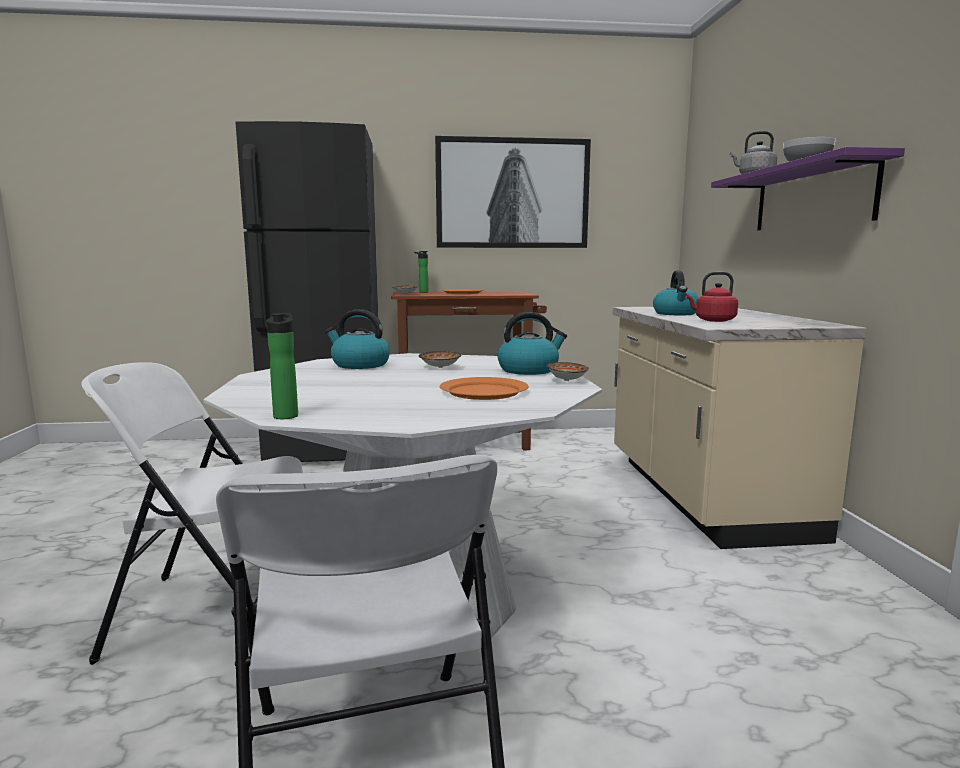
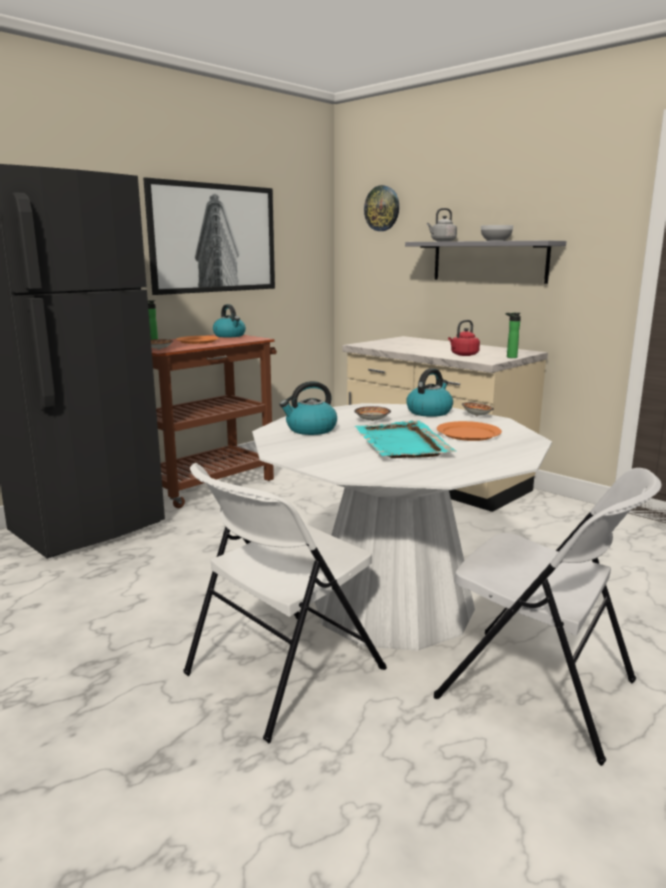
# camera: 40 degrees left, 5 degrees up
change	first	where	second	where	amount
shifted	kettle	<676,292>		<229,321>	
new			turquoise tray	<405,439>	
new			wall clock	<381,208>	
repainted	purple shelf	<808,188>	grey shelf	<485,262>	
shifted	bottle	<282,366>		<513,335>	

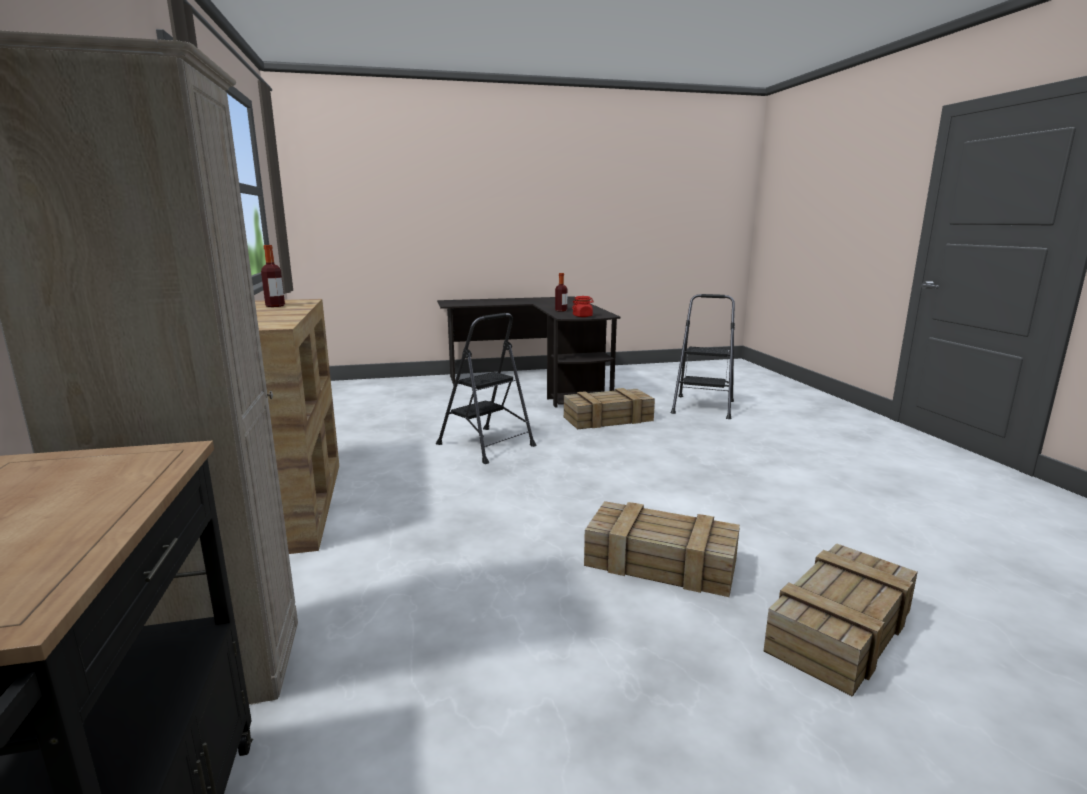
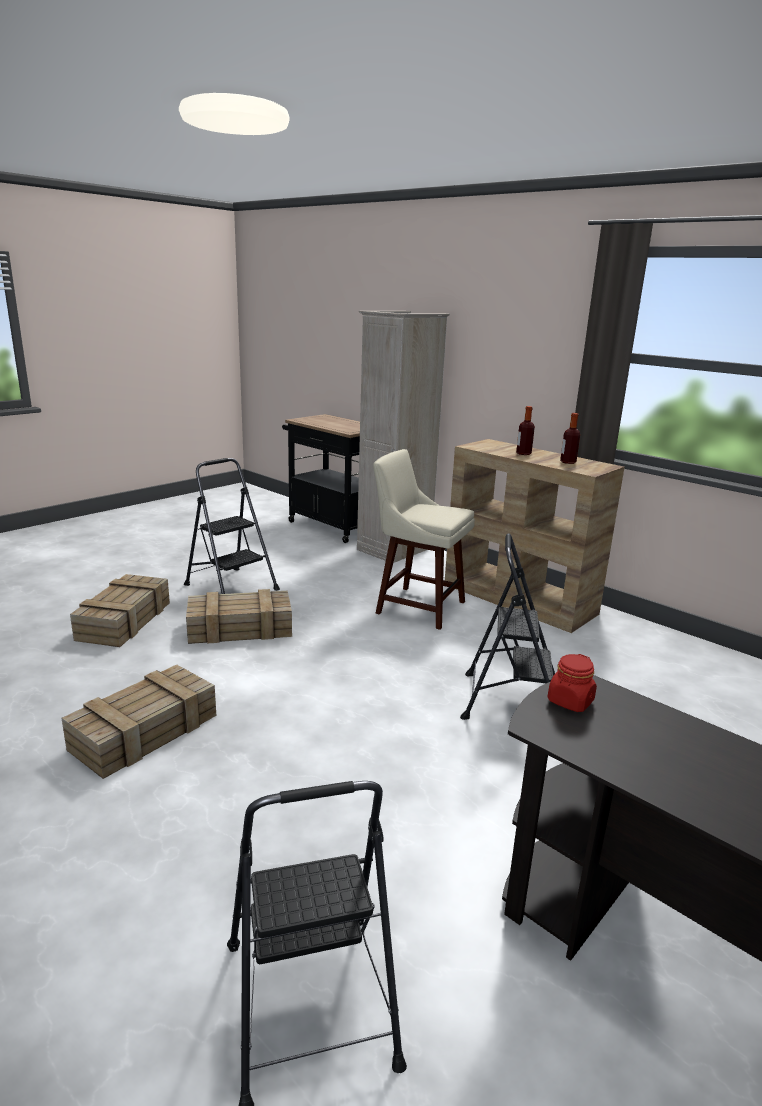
# camera: 145 degrees right, 5 degrees up
change	first	where	second	where	amount
shifted	crate	<609,408>		<139,722>	
new			black step ladder	<232,526>	
new			beige stool	<424,539>	
shifted	bottle	<561,292>		<525,430>	

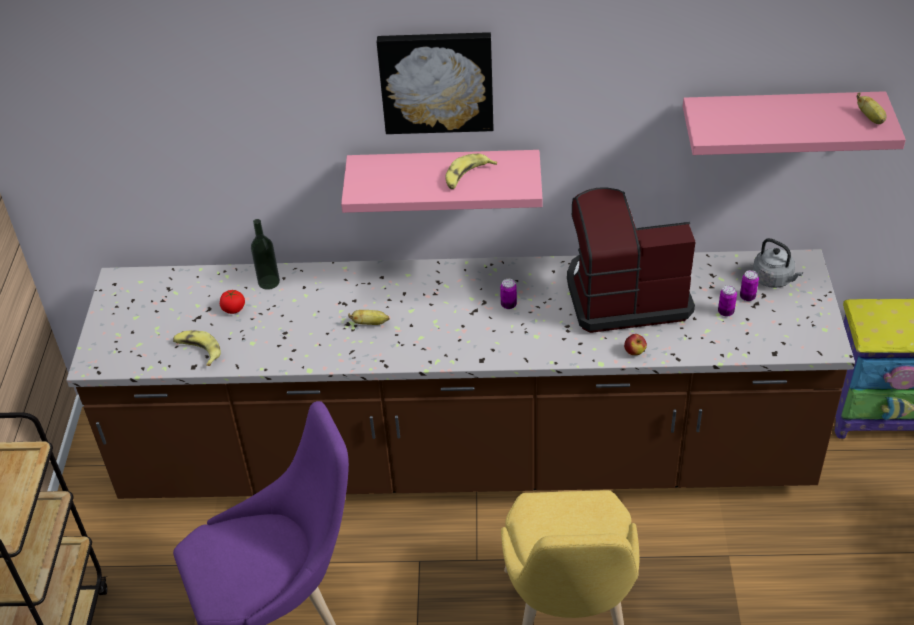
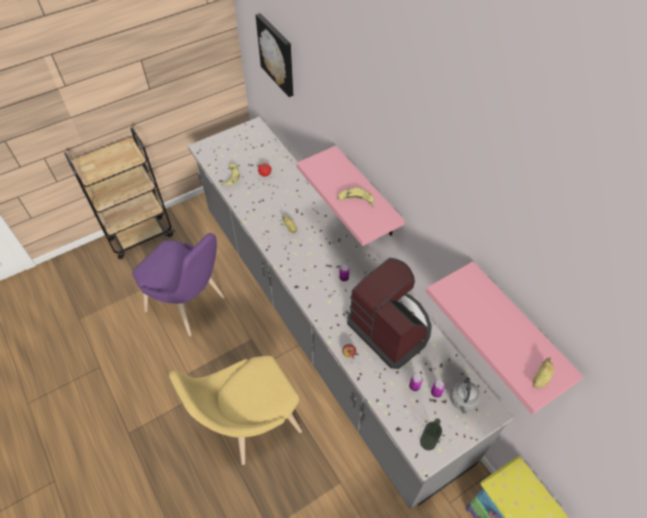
# camera: 55 degrees right, 10 degrees up
change	first	where	second	where	amount
repainted	brown counter	<460,374>	grey counter	<351,313>	
shifted	picture	<435,83>		<274,55>	
shifted	bottle	<265,254>		<431,434>	

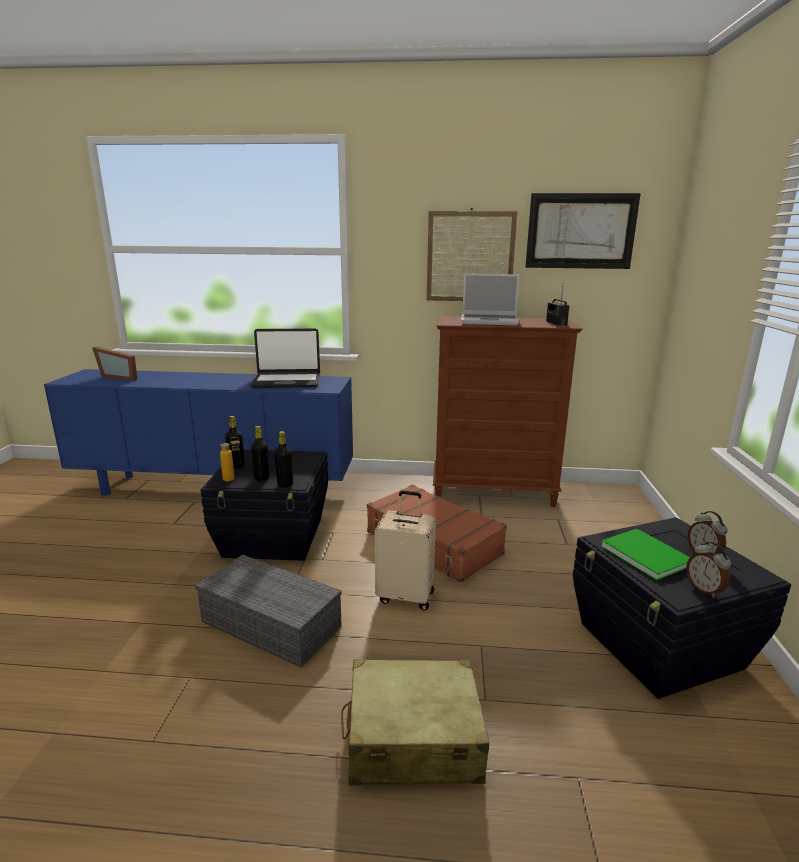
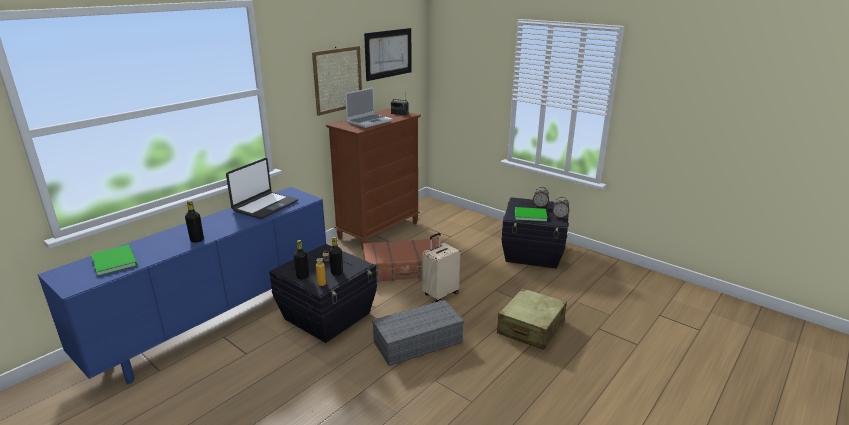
# camera: 55 degrees left, 5 degrees up
change	first	where	second	where	amount
swapped	picture frame	<115,363>	green book	<114,260>	
shifted	black bottle	<283,459>		<194,221>	

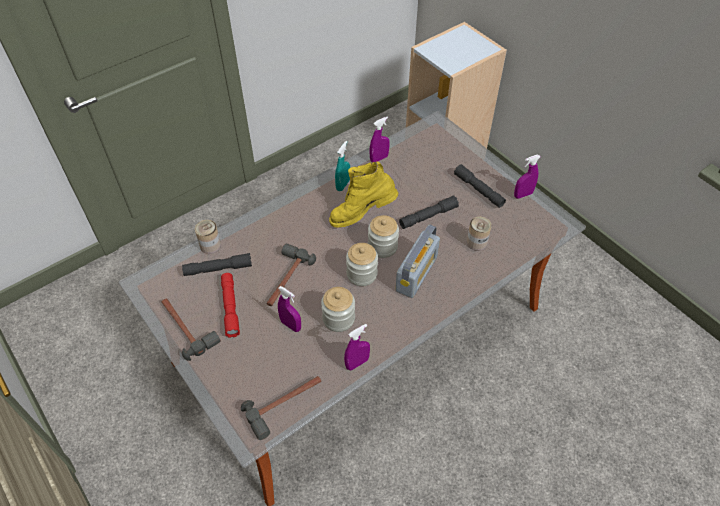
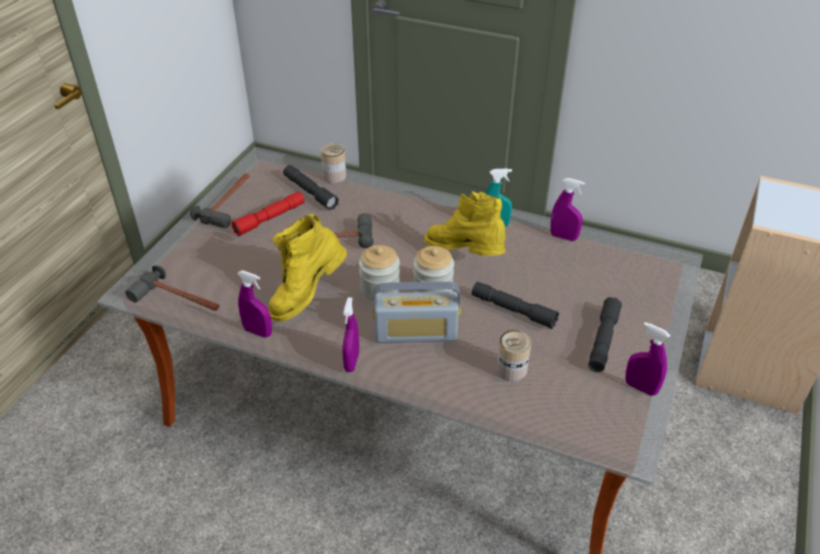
# camera: 60 degrees right, 10 degrees down
change	first	where	second	where	amount
swapped	jar	<338,309>	yellow boot	<308,268>	
shifted	purple spray bottle	<289,309>		<351,334>	

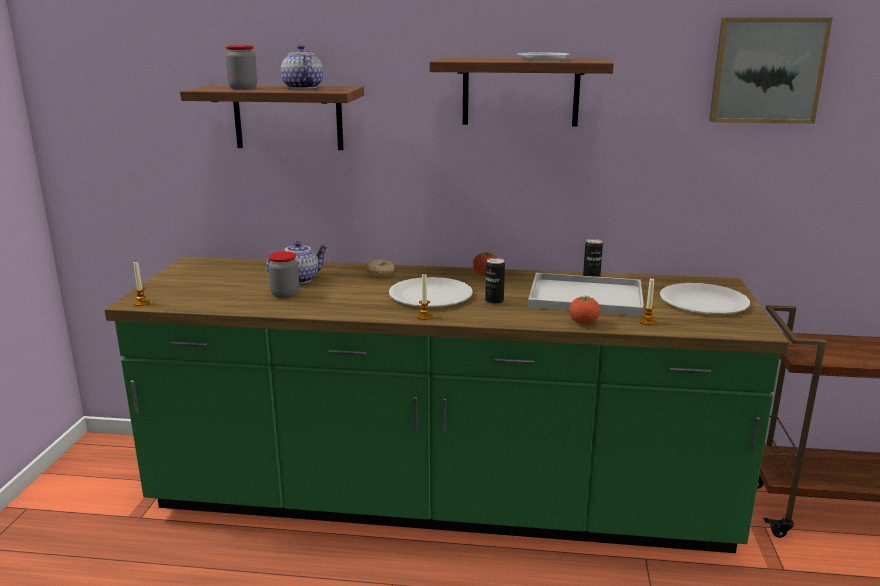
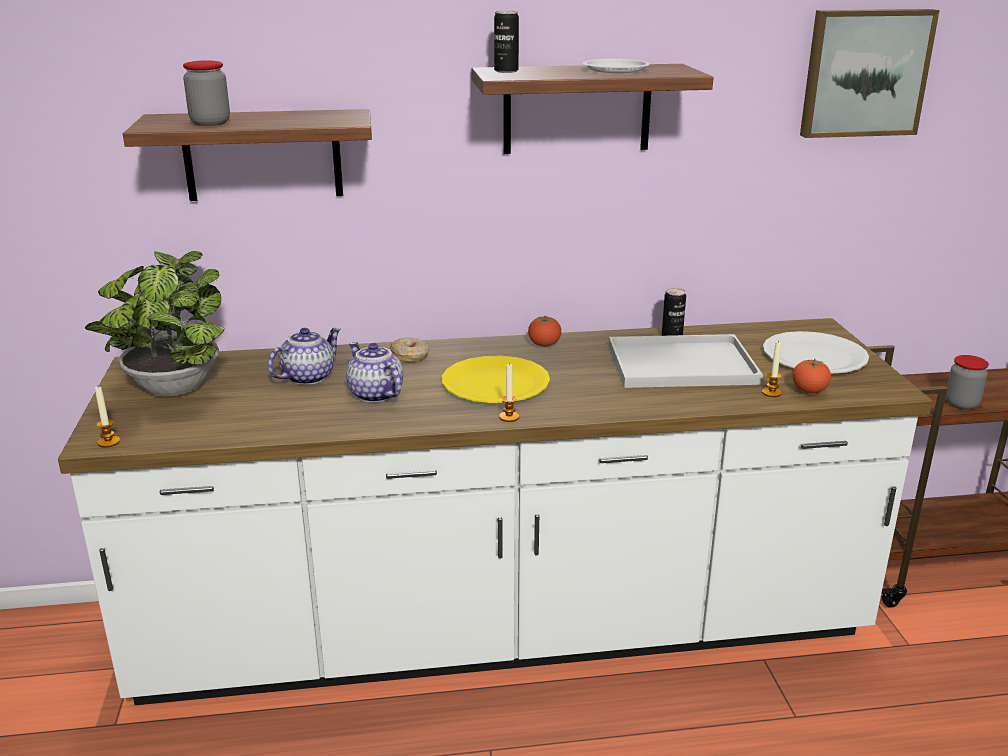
# camera: 15 degrees left, 5 degrees up
change	first	where	second	where	amount
repainted	green counter	<446,405>	white counter	<495,511>	
new			potted plant	<155,323>	
shifted	teapot	<302,67>		<374,372>	
repainted	white plate	<431,292>	yellow plate	<496,379>	
shifted	can	<495,281>		<506,42>	
shifted	tomato	<584,310>		<812,376>	
shifted	jar	<283,274>		<967,382>	

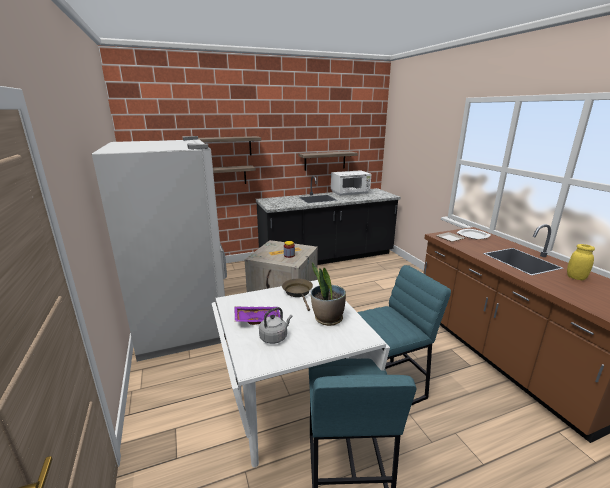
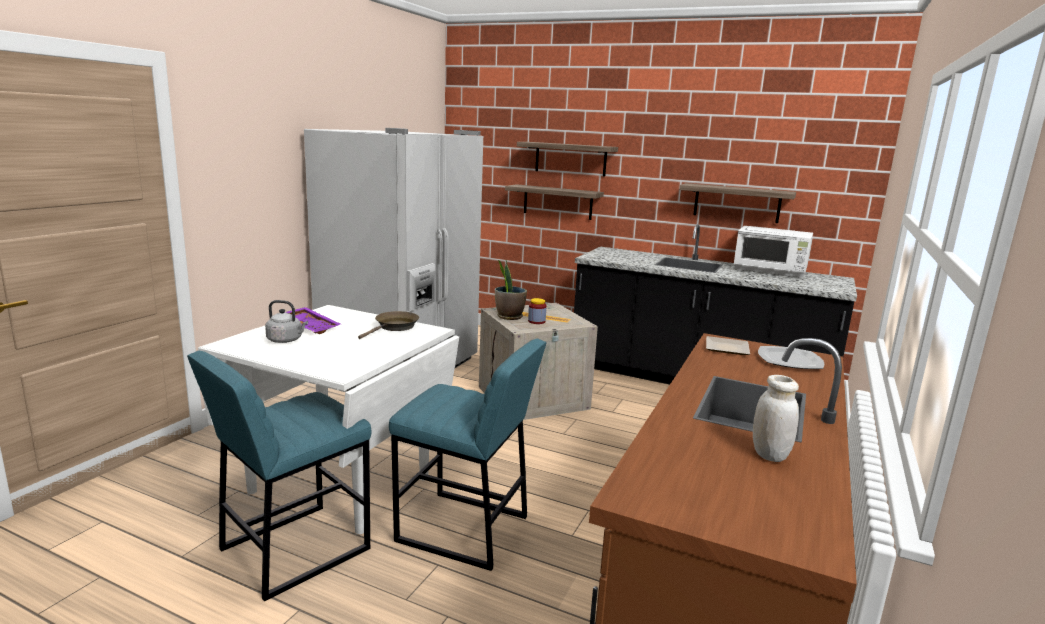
# camera: 45 degrees right, 5 degrees down
change	first	where	second	where	amount
shifted	potted plant	<328,294>		<511,290>	
repainted	yellow jar	<581,262>	white jar	<776,418>	

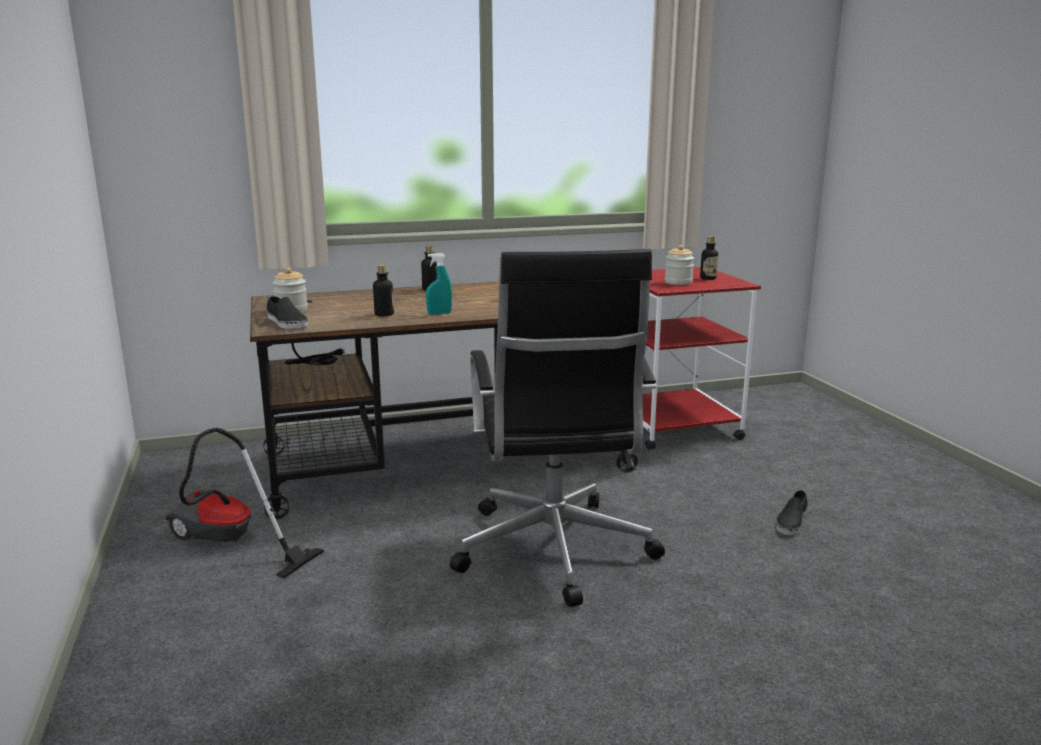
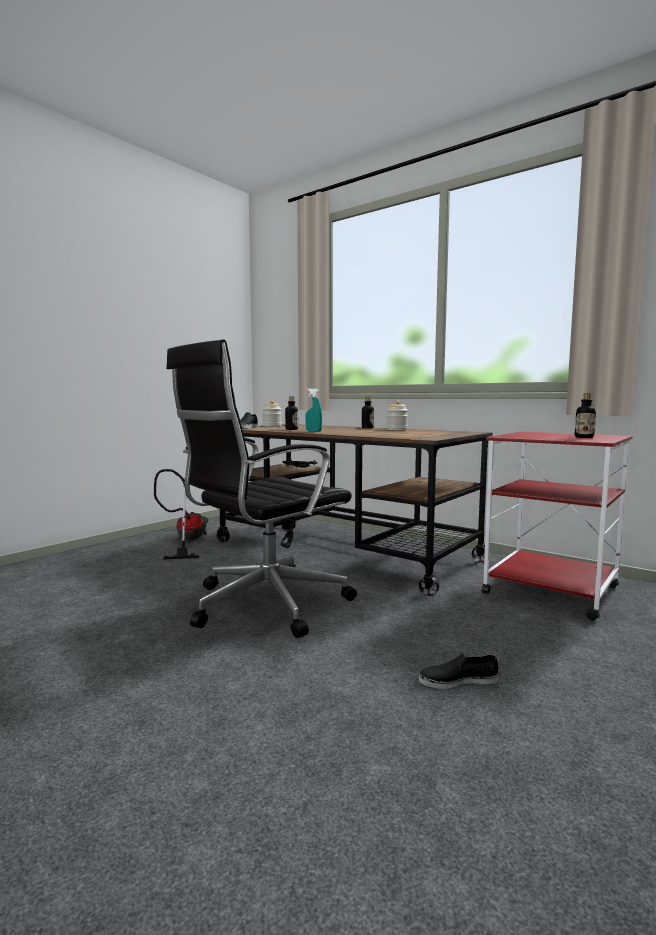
# camera: 55 degrees right, 10 degrees down
change	first	where	second	where	amount
shifted	jar	<679,265>		<397,415>	

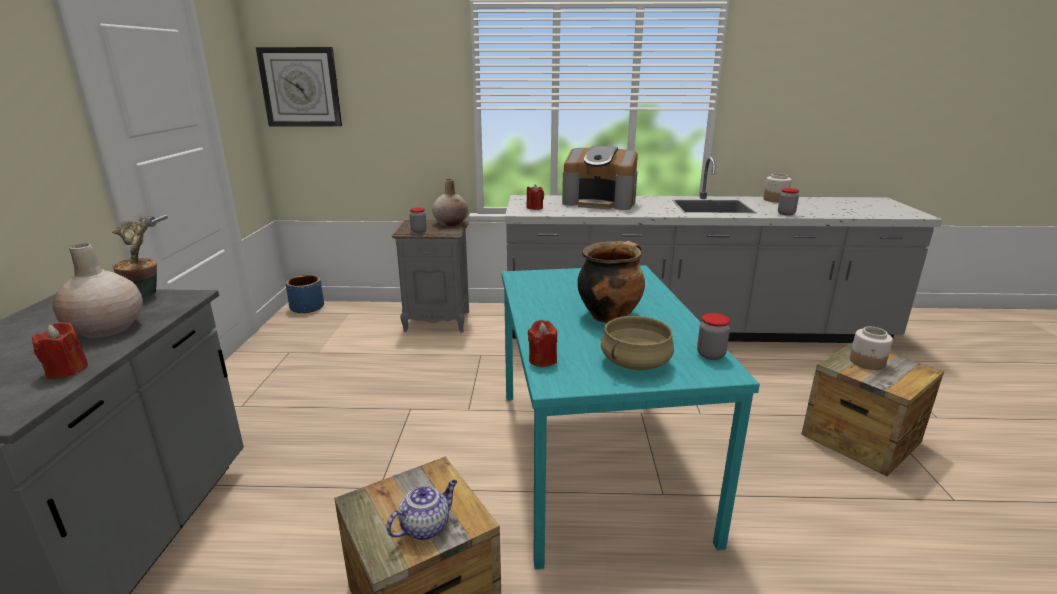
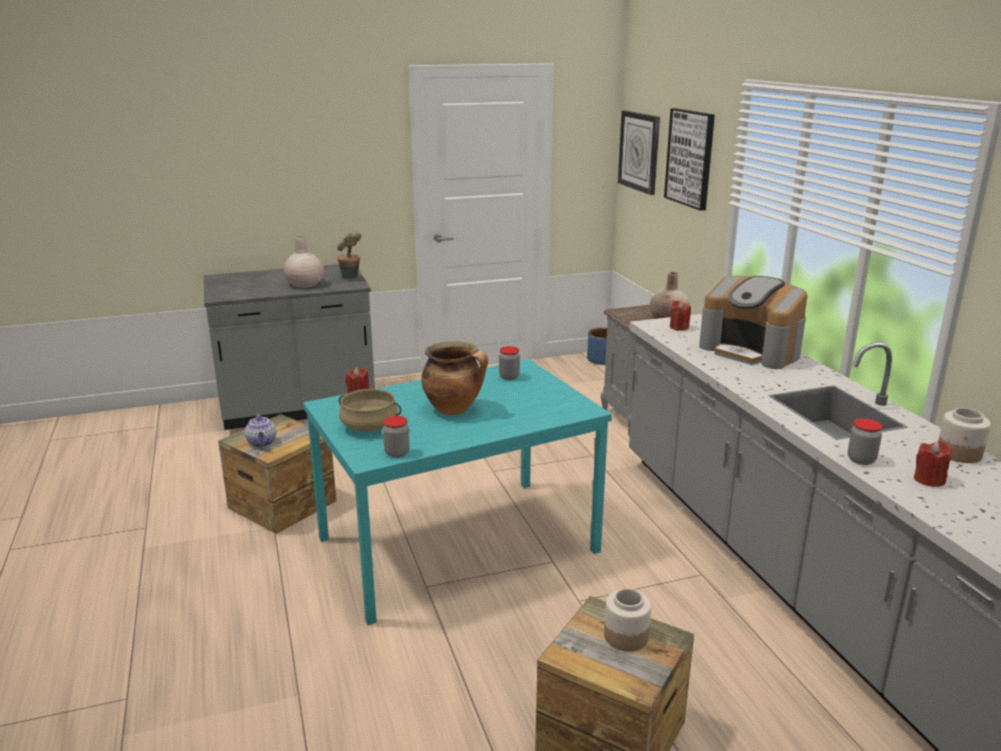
# camera: 70 degrees right, 0 degrees up
change	first	where	second	where	amount
rotated	teapot	<421,510>		<260,430>	45 degrees clockwise
shifted	jar	<418,220>		<509,363>	
new			picture	<689,159>	
rotated	coffee machine	<600,178>		<753,322>	45 degrees counterclockwise
shifted	red candle	<60,350>		<933,464>	

